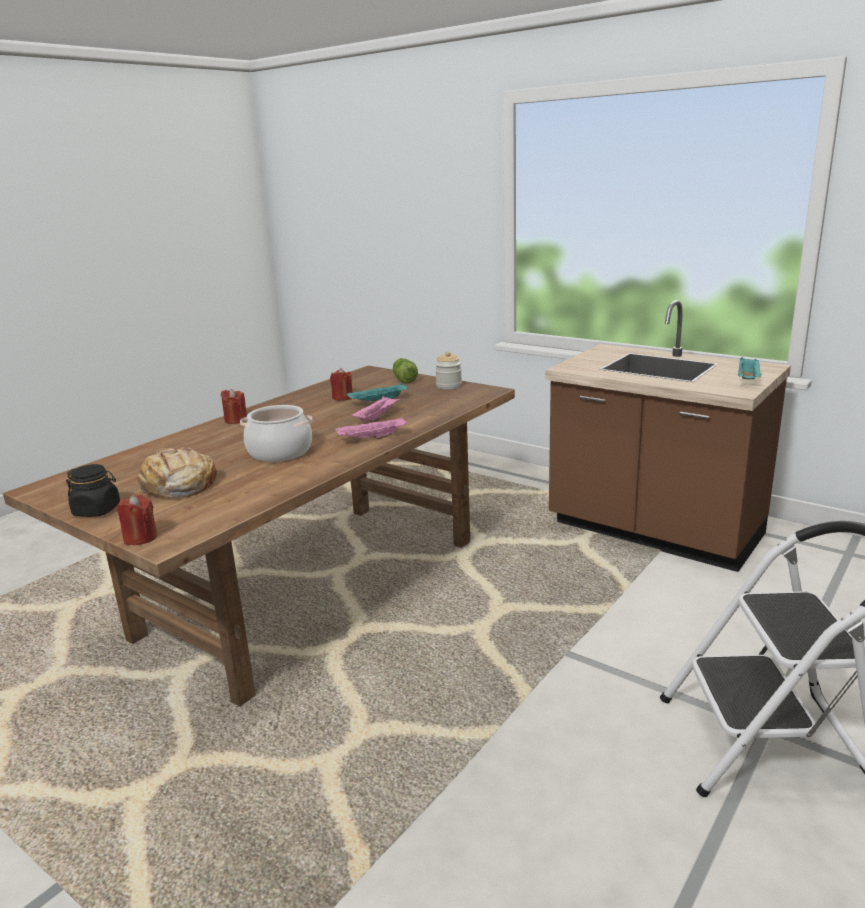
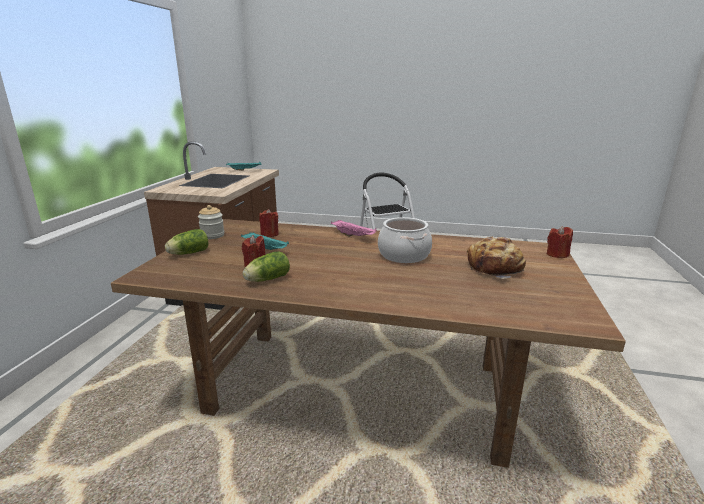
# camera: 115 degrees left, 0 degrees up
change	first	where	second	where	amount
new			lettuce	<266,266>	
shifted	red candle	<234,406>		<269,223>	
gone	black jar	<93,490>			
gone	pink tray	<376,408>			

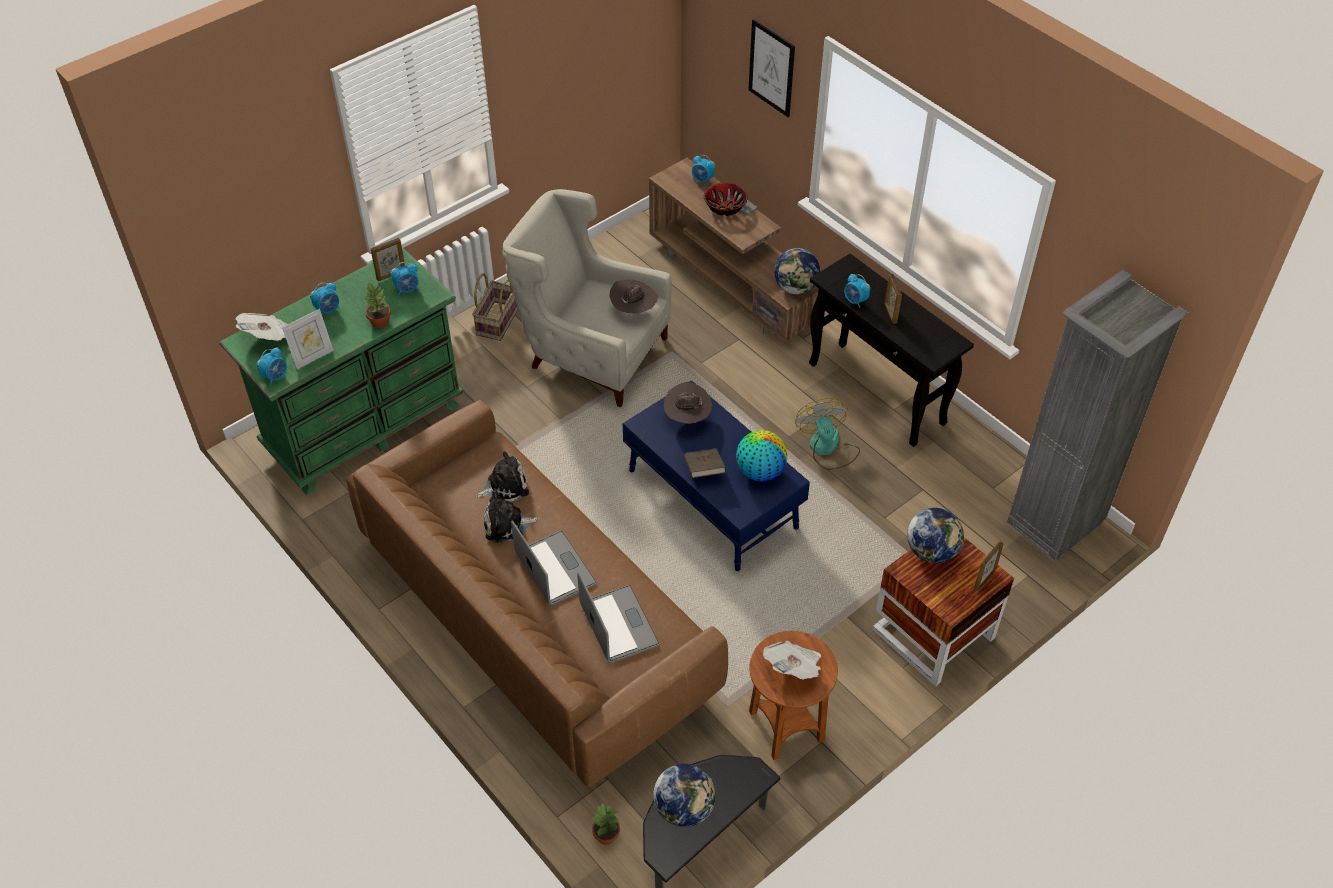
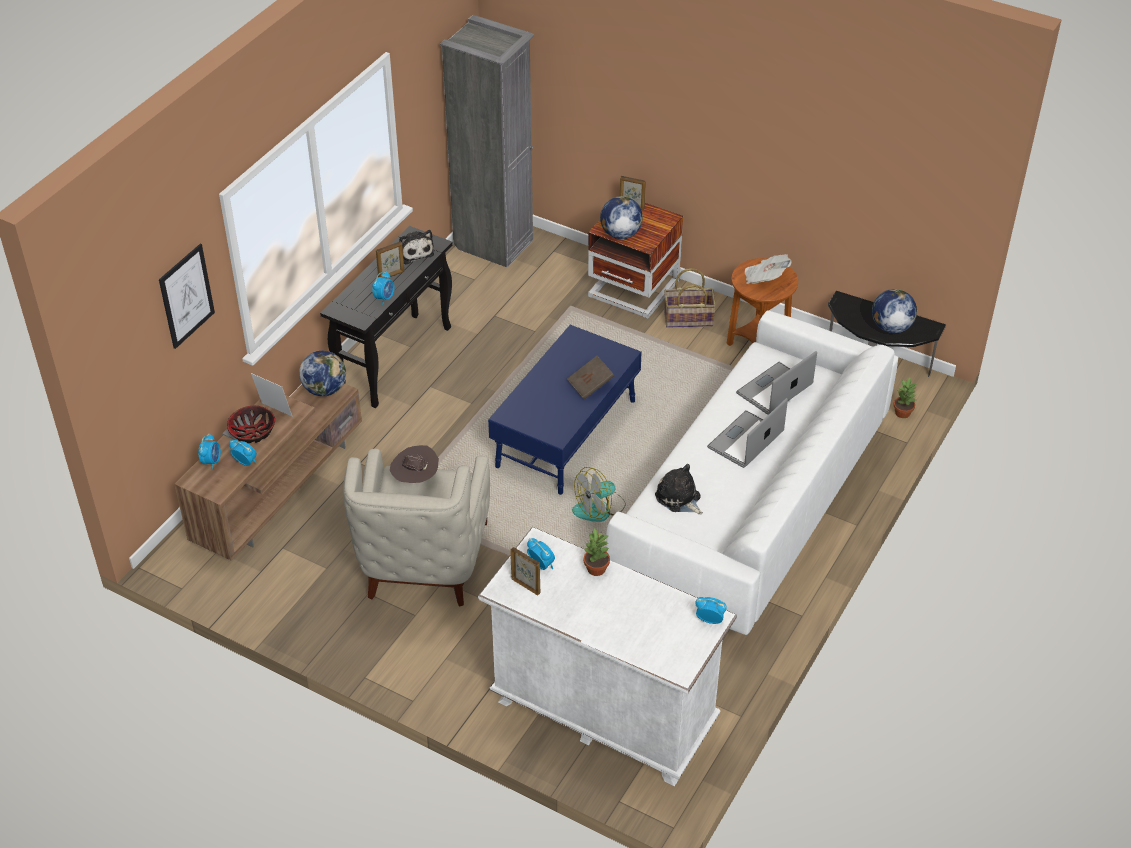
# camera: 110 degrees left, 5 degrees down
change	first	where	second	where	amount
shifted	alarm clock	<324,298>		<243,453>	
shifted	picture frame	<307,339>		<271,394>	
shifted	plush toy	<511,516>		<416,247>	
repainted	green dresser	<341,371>	white dresser	<607,656>	
shifted	fan	<827,434>		<599,494>	
repainted	brown sofa	<537,593>	white sofa	<751,472>	
shifted	basket	<495,307>		<690,298>	
gone	newspaper	<262,327>			
gone	brown hat	<688,403>			
gone	globe	<762,455>			

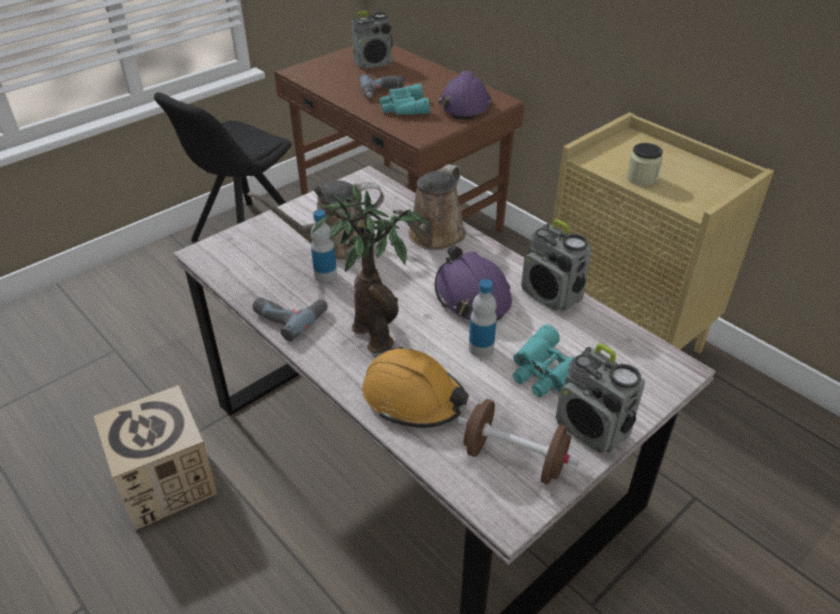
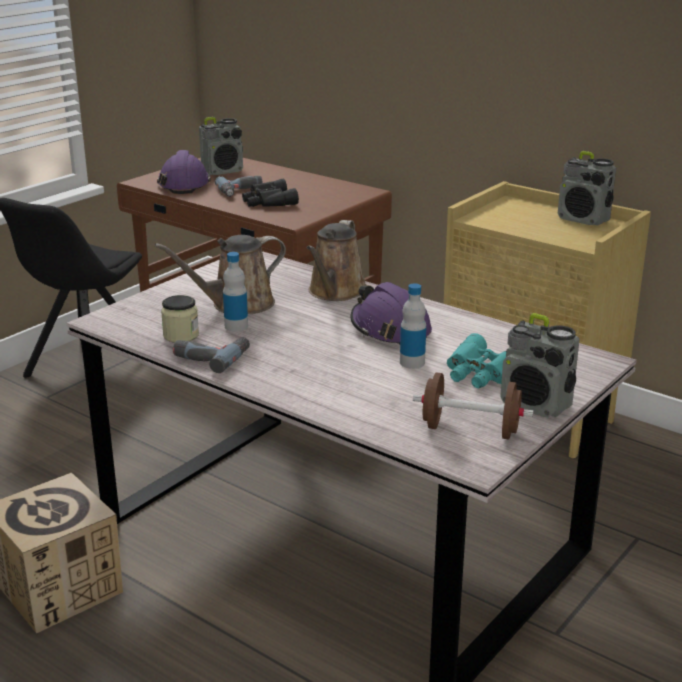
# camera: 10 degrees left, 15 degrees down
change	first	where	second	where	amount
shifted	purple hard hat	<465,95>		<184,172>	
shifted	jar	<645,164>		<180,318>	
repainted	turquoise binoculars	<404,99>	black binoculars	<270,193>	
shifted	radio	<556,265>		<587,188>	
gone	potted plant	<370,268>			
gone	orange hard hat	<415,387>			

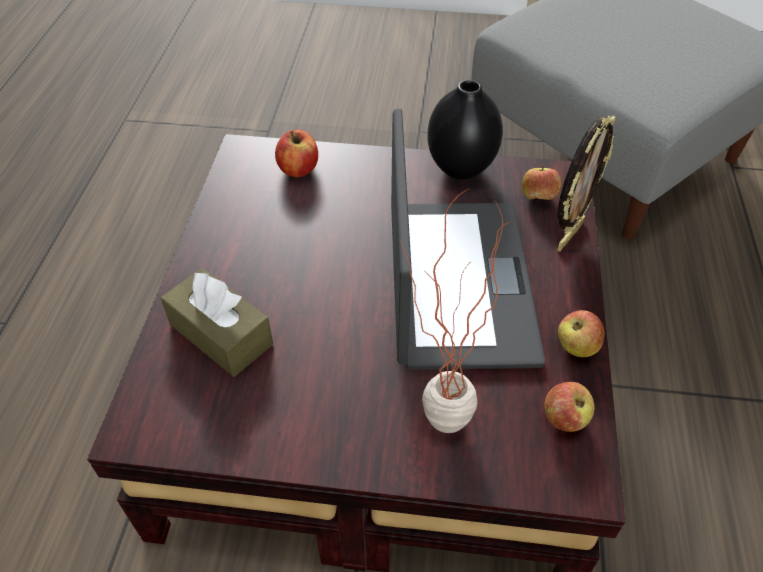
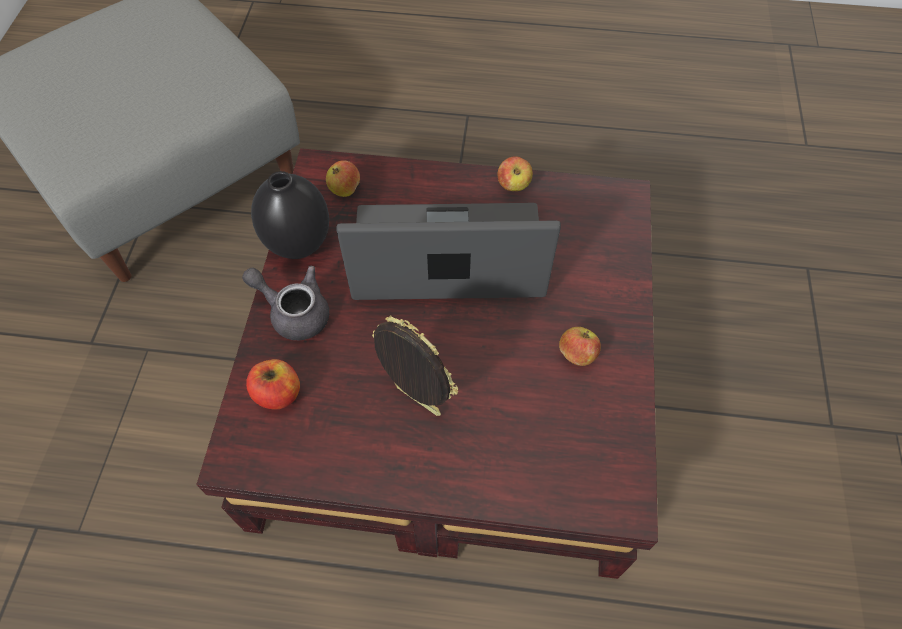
# camera: 90 degrees left, 10 degrees up
change	first	where	second	where	amount
new			grey teapot	<285,303>	
shifted	picture frame	<586,183>		<415,365>	
shifted	apple	<569,407>		<580,346>	
gone	brown tissue box	<217,322>			
gone	potted plant	<456,311>			

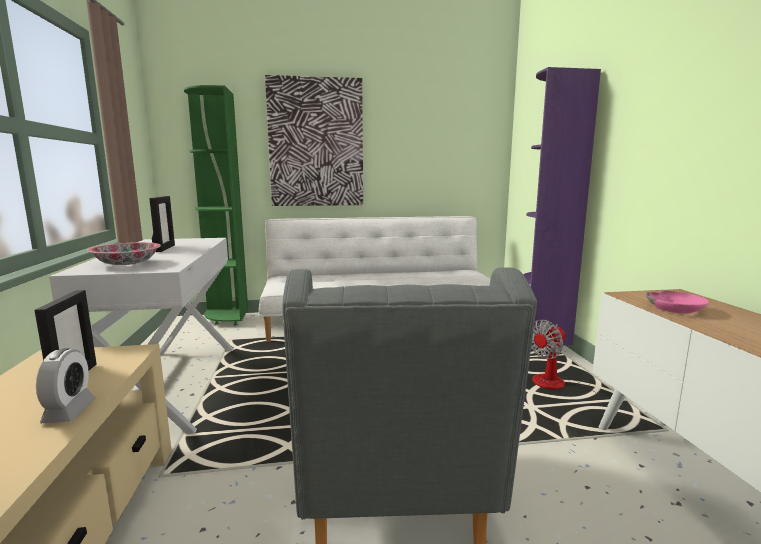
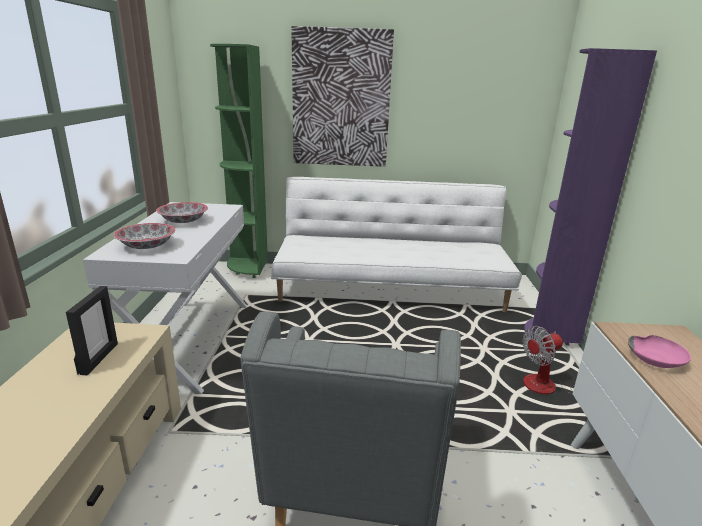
# camera: 10 degrees right, 10 degrees up
change	first	where	second	where	amount
swapped	picture frame	<162,224>	bowl	<182,212>	
gone	alarm clock	<65,386>			

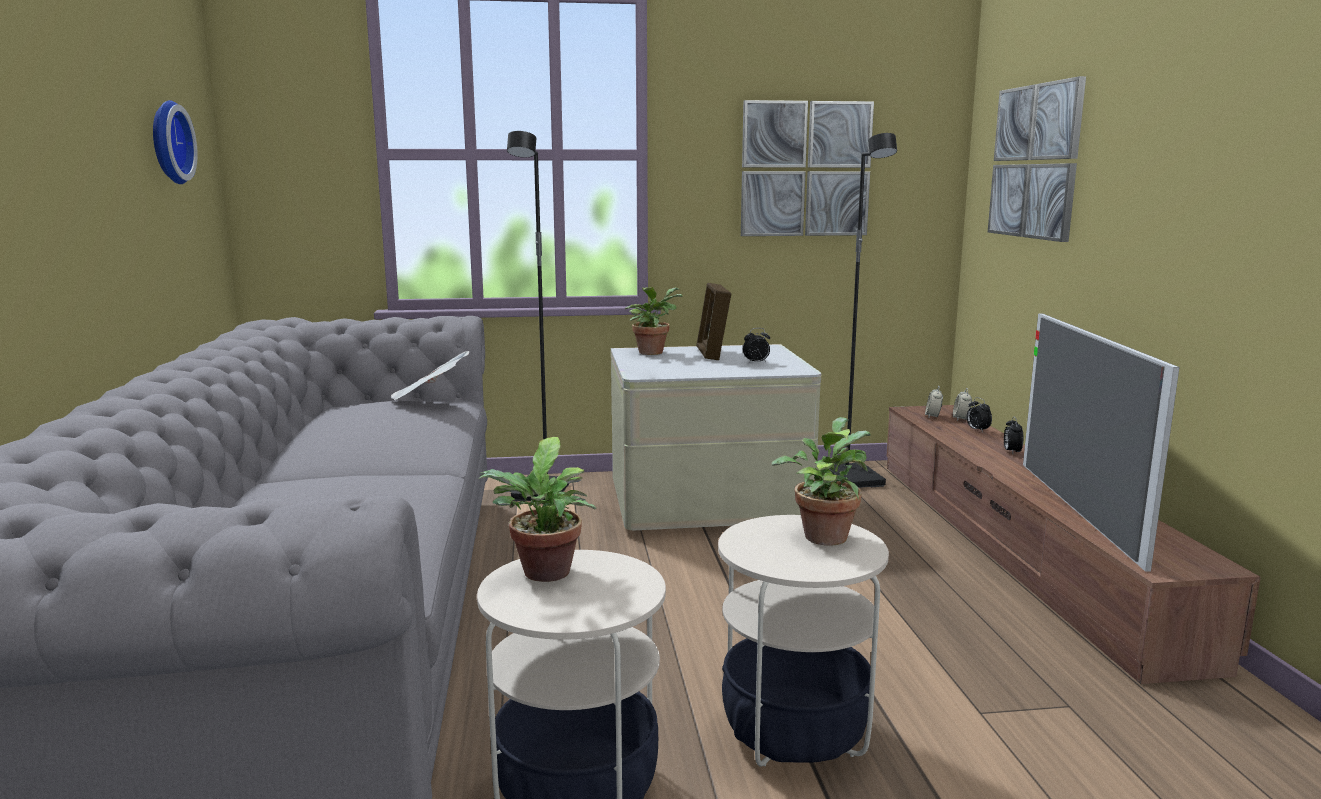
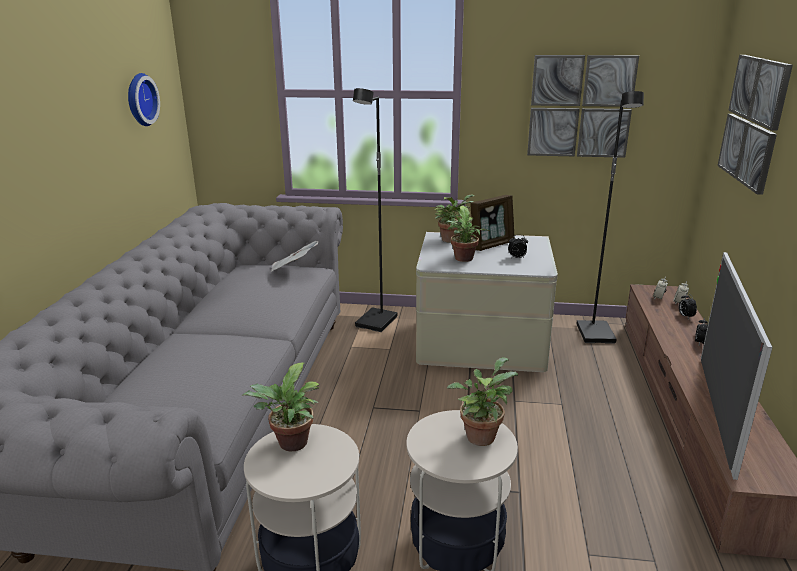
# camera: 15 degrees right, 10 degrees up
change	first	where	second	where	amount
new			potted plant	<467,234>	
rotated	picture frame	<714,321>		<492,223>	135 degrees counterclockwise

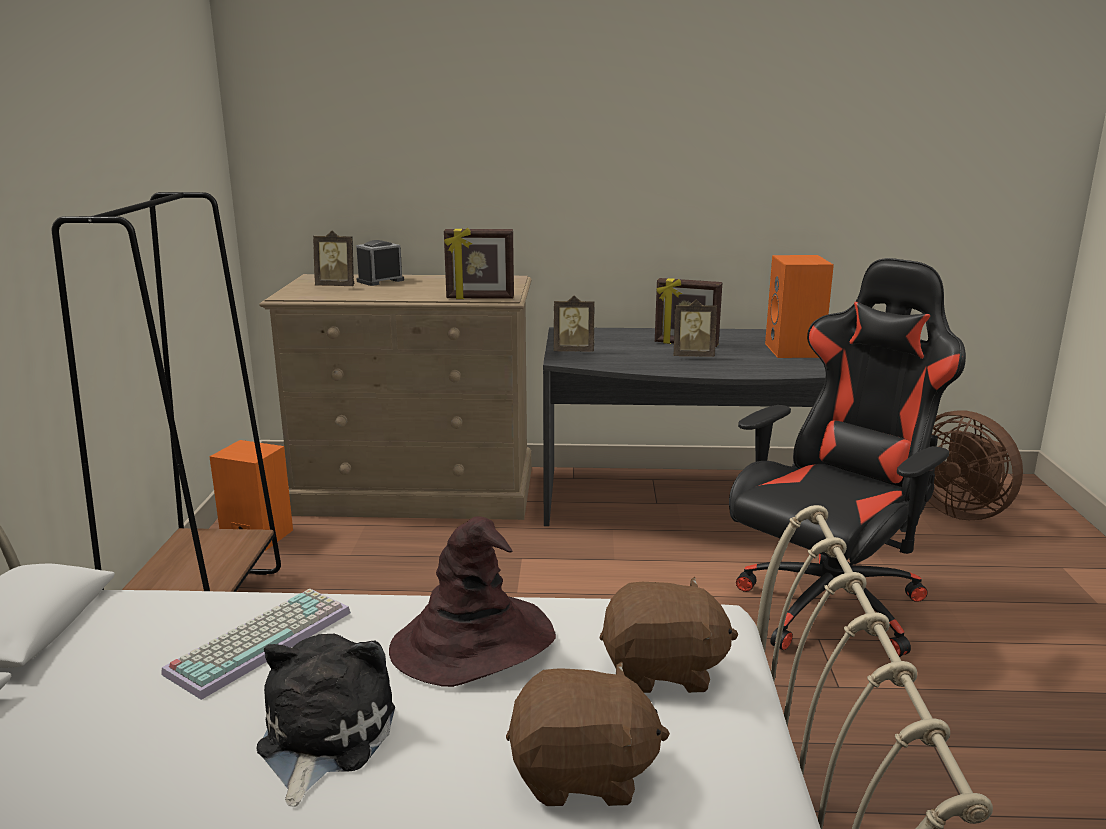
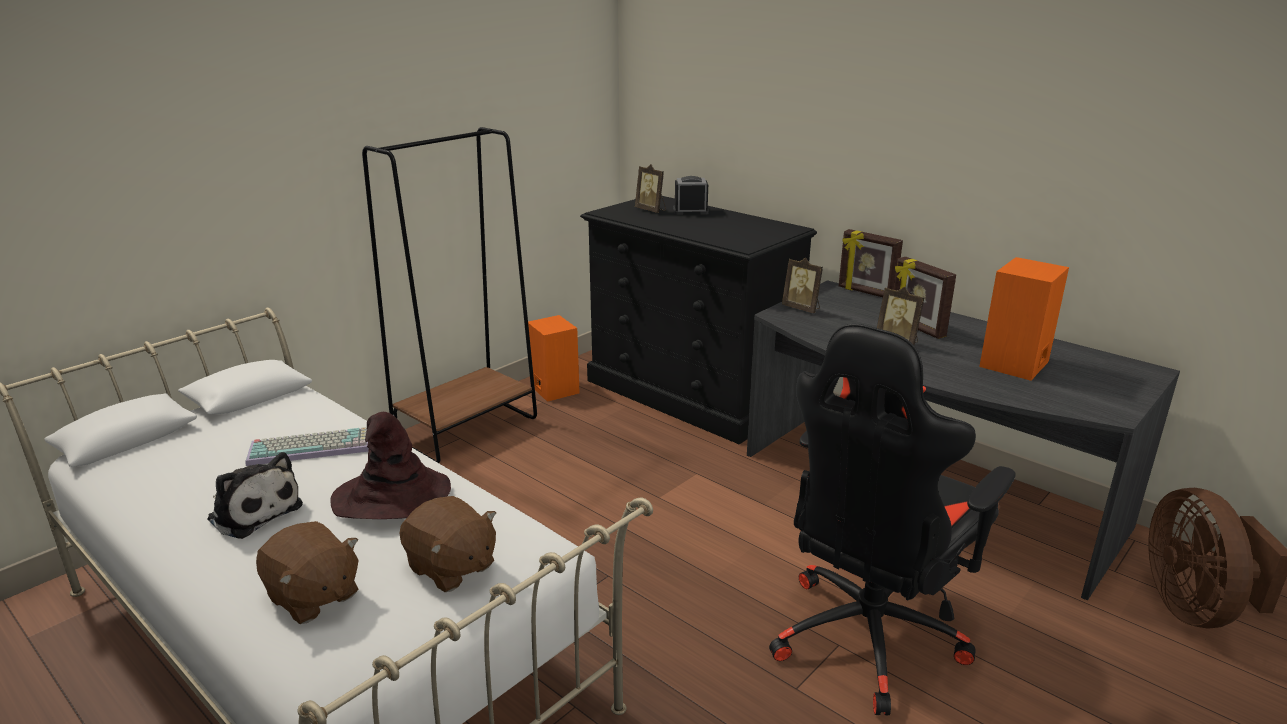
# camera: 40 degrees right, 5 degrees up
change	first	where	second	where	amount
rotated	plush toy	<326,720>		<255,495>	75 degrees clockwise
repainted	beige dresser	<395,397>	black dresser	<698,320>	
rotated	black office chair	<847,457>		<892,519>	135 degrees clockwise
shifted	picture frame	<479,263>		<871,263>	

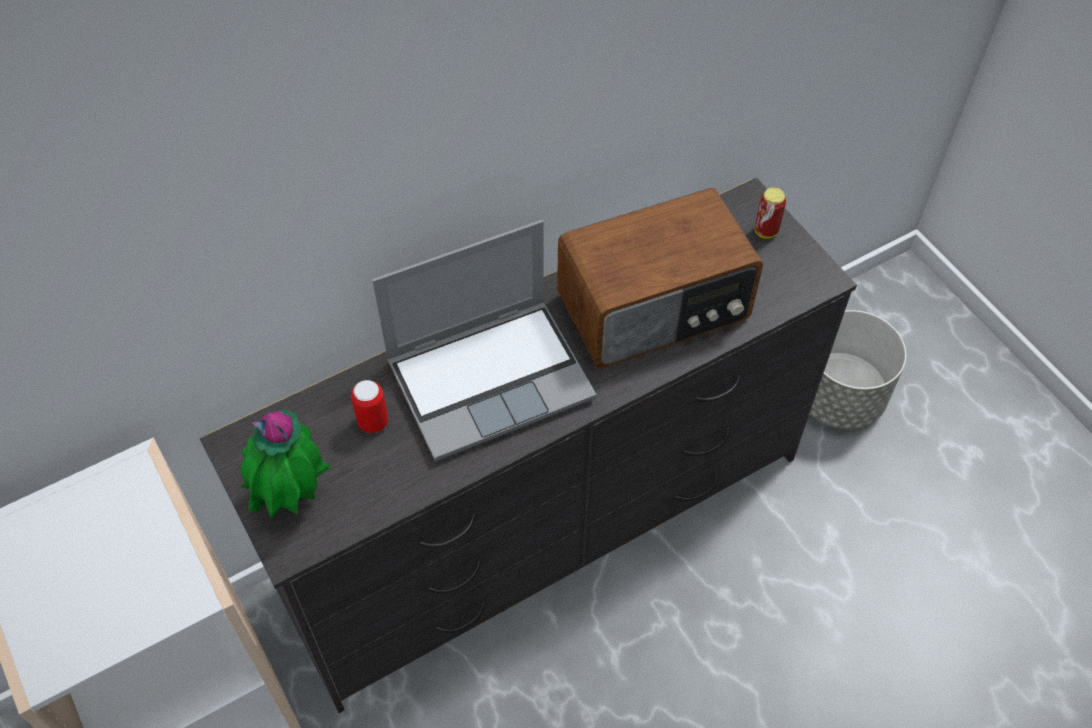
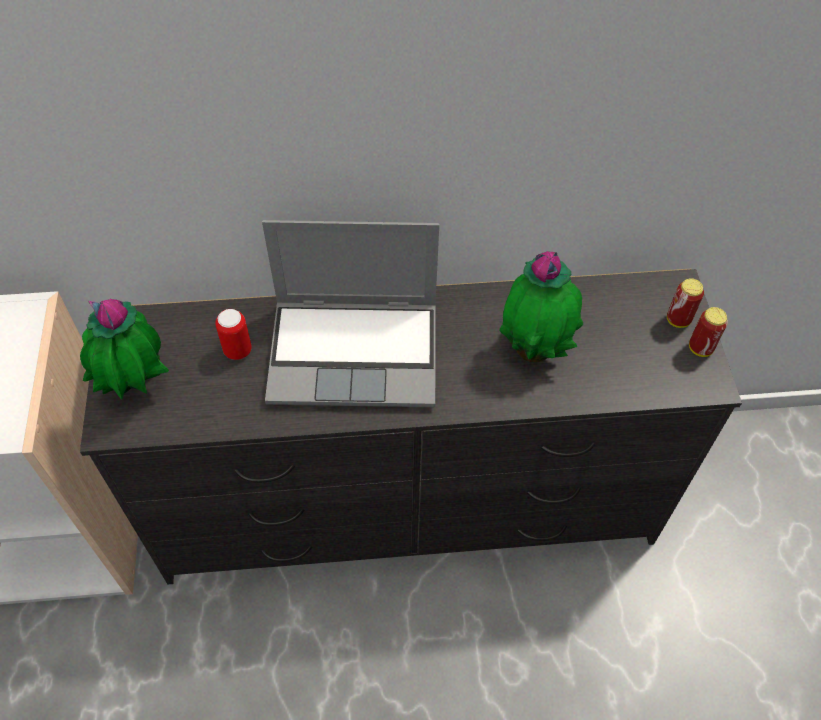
# camera: 25 degrees right, 0 degrees up
change	first	where	second	where	amount
swapped	radio	<660,278>	potted plant	<541,307>	
new			can	<708,332>	
gone	grey planter	<858,369>			

